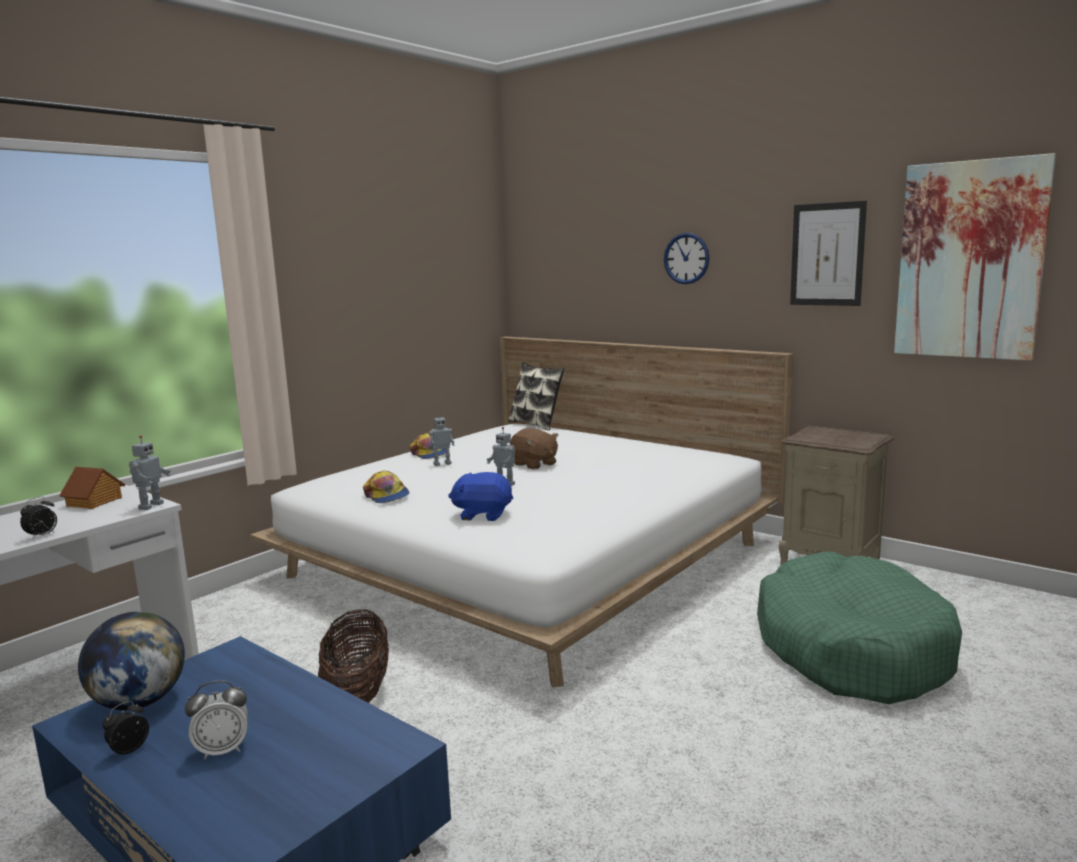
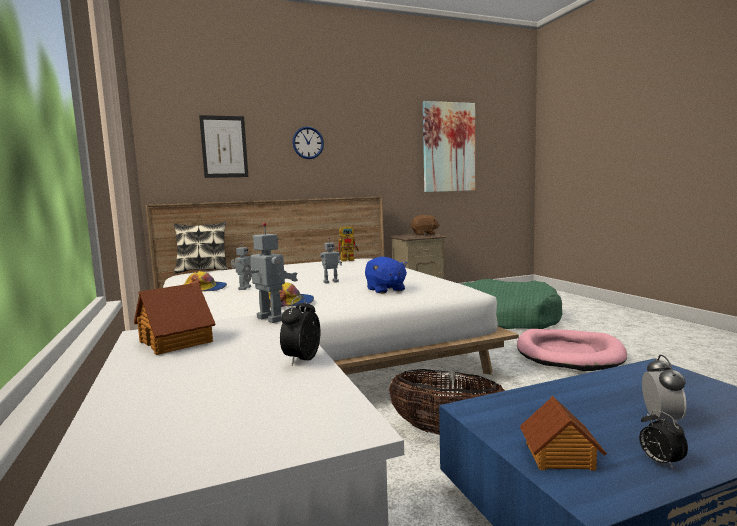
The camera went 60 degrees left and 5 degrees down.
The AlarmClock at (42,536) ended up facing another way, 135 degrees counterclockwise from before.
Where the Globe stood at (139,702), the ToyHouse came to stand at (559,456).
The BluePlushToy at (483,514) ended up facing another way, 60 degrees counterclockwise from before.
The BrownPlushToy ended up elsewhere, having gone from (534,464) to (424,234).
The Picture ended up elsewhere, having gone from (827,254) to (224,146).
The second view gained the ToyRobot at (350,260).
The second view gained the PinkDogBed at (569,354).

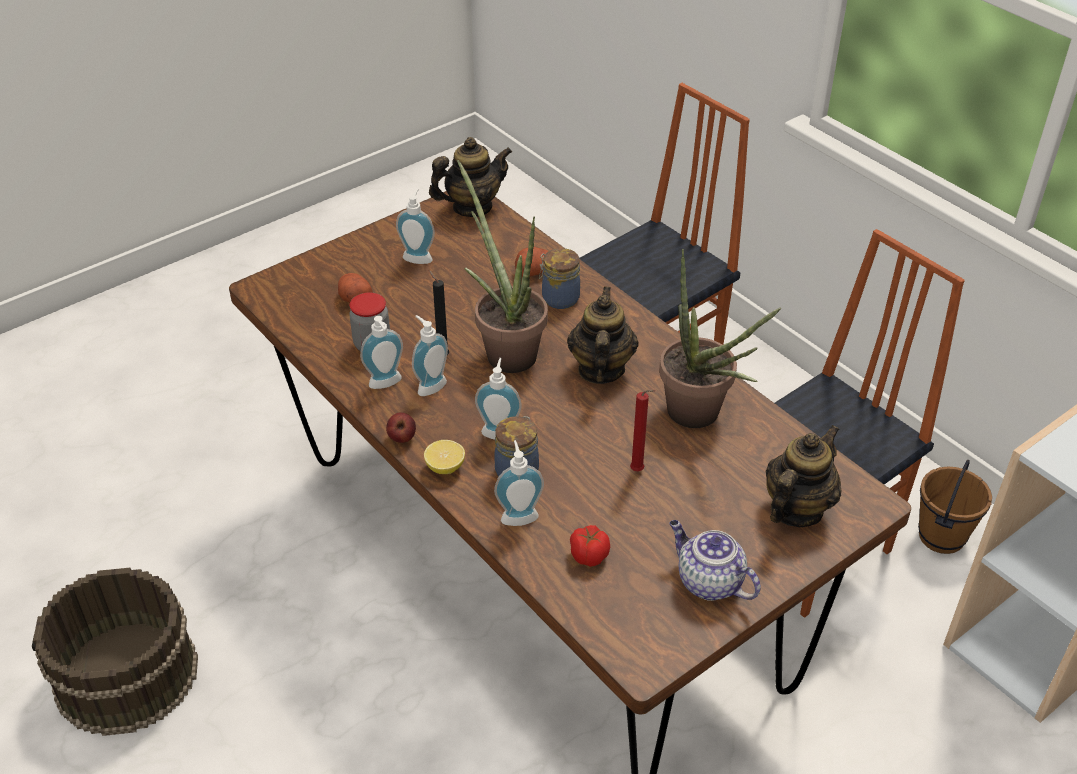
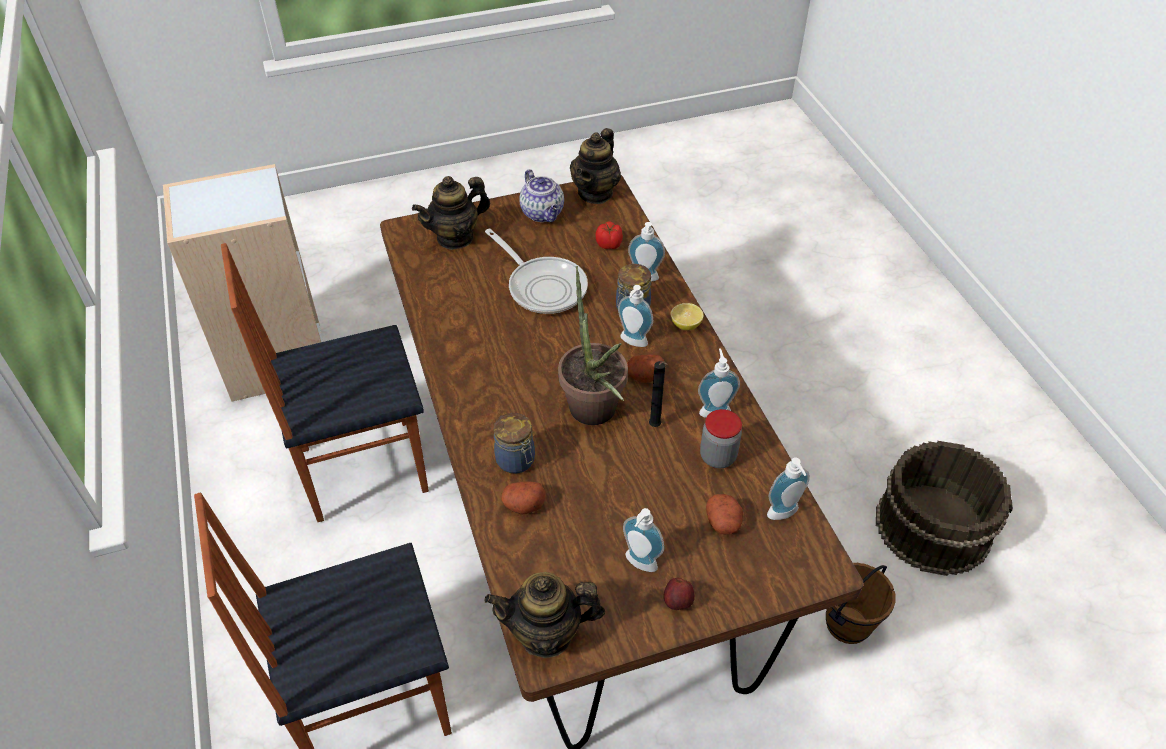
The camera went 160 degrees left and 5 degrees up.
The Apple ended up elsewhere, having gone from (402,438) to (678,602).
The SoapDispenser ended up elsewhere, having gone from (429,385) to (784,515).
The Teapot ended up elsewhere, having gone from (600,369) to (595,193).
Where the RedCandle stood at (639,471), the FryingPan came to stand at (543,286).
The second view lost the PottedPlant at (700,418).
The BrownBucket ended up elsewhere, having gone from (940,536) to (848,625).
The second view gained the Potato at (644,376).

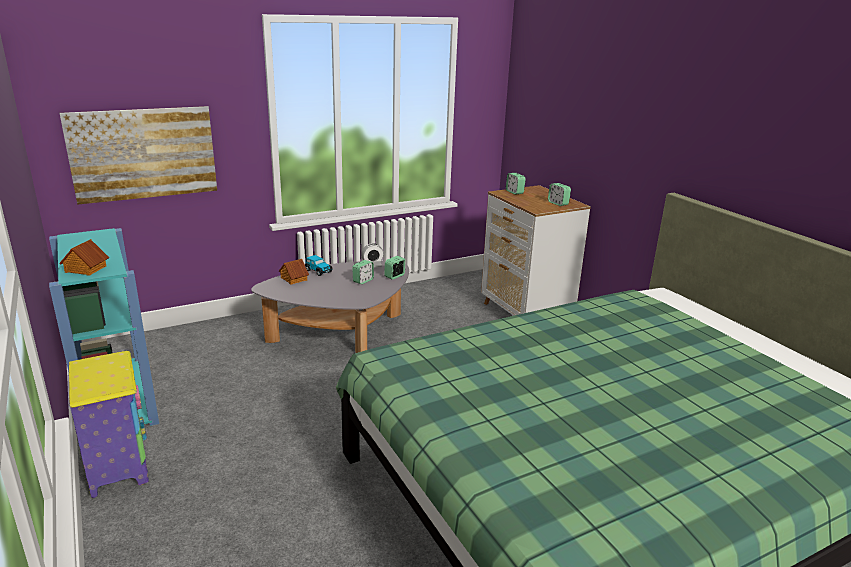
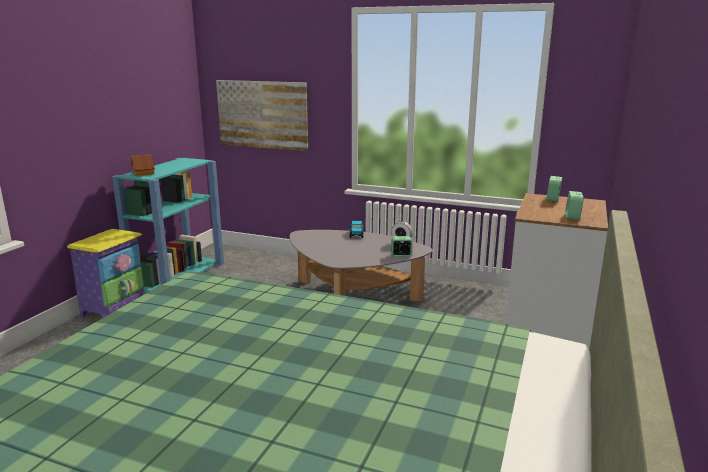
The camera went 50 degrees right and 5 degrees down.
The second view lost the ToyHouse at (293,279).
The second view lost the AlarmClock at (363,281).

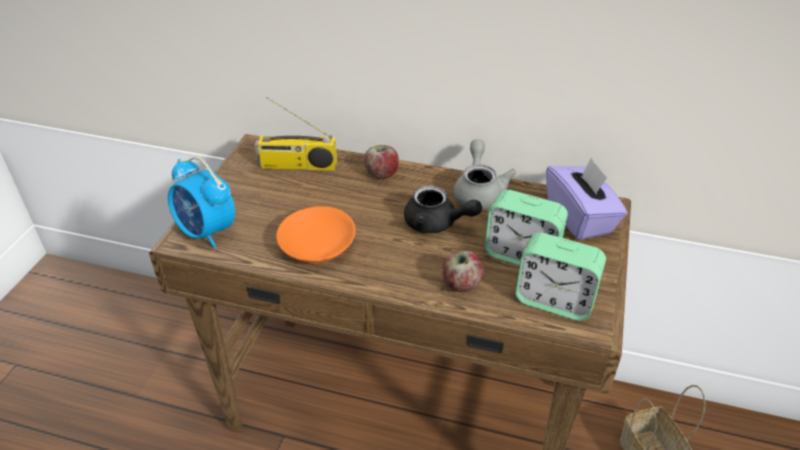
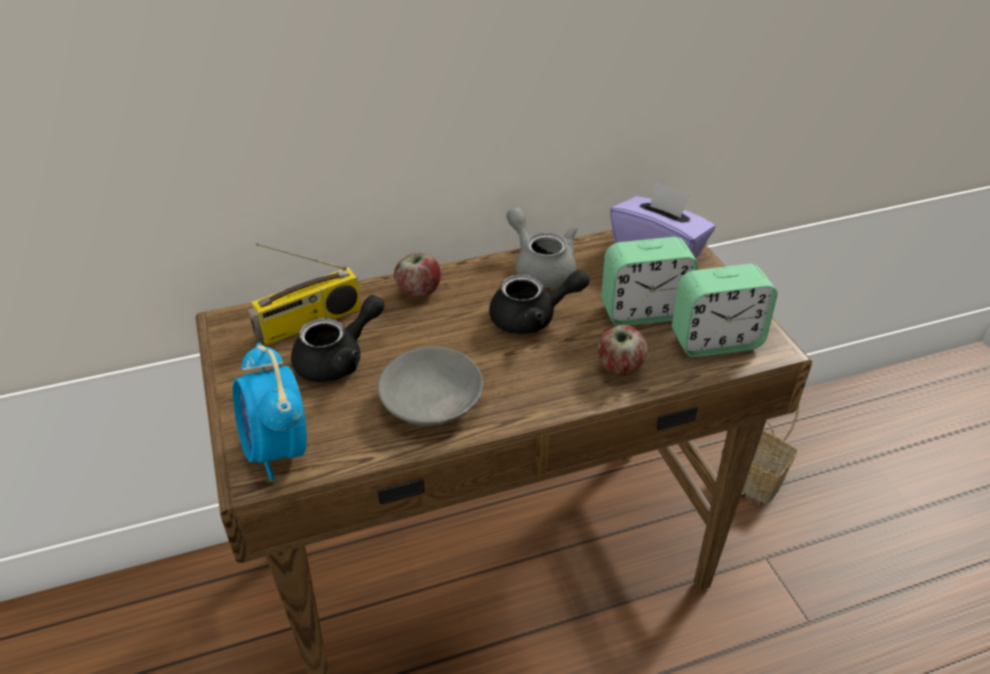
The camera went 35 degrees left and 0 degrees up.
The AlarmClock at (207,232) ended up facing another way, 60 degrees clockwise from before.
What was the OrangeBowl at (316,247) turned into the GreyBowl at (432,403).
The second view gained the BlackTeapot at (339,359).

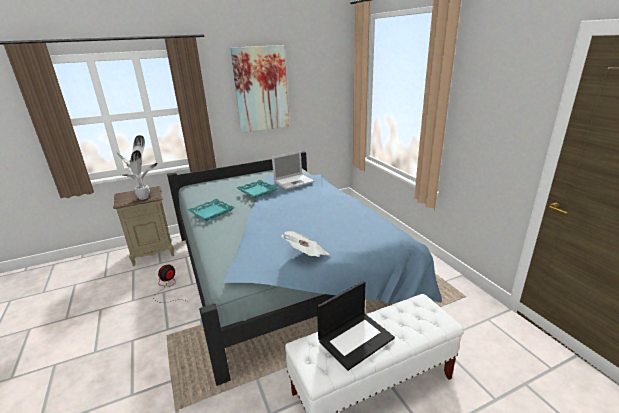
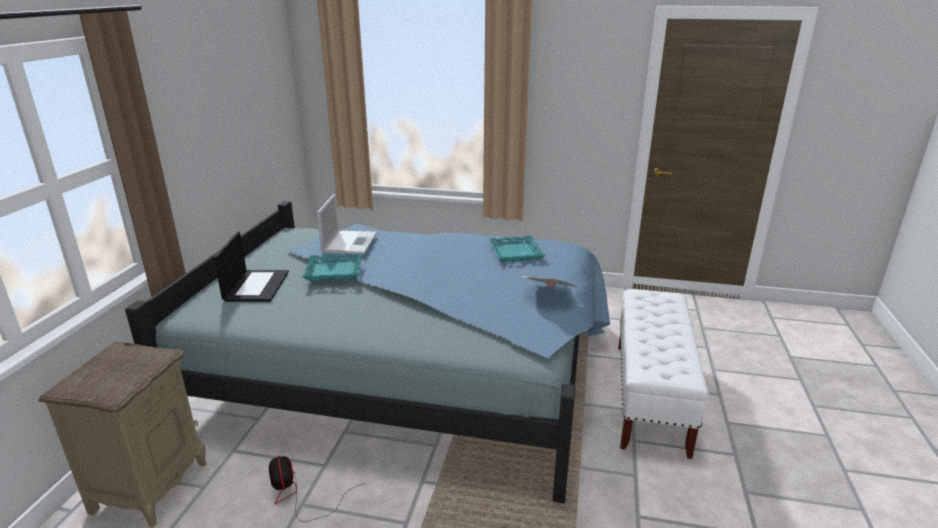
The camera went 55 degrees left and 0 degrees up.
The second view lost the PottedPlant at (144,197).
The TurquoiseTray ended up elsewhere, having gone from (211,212) to (516,253).
The second view lost the Picture at (261,89).
The Laptop ended up elsewhere, having gone from (356,339) to (256,285).

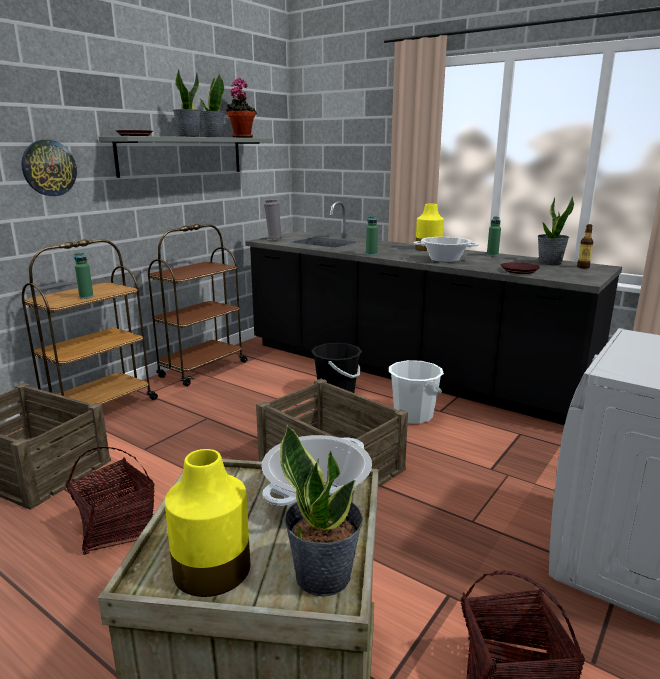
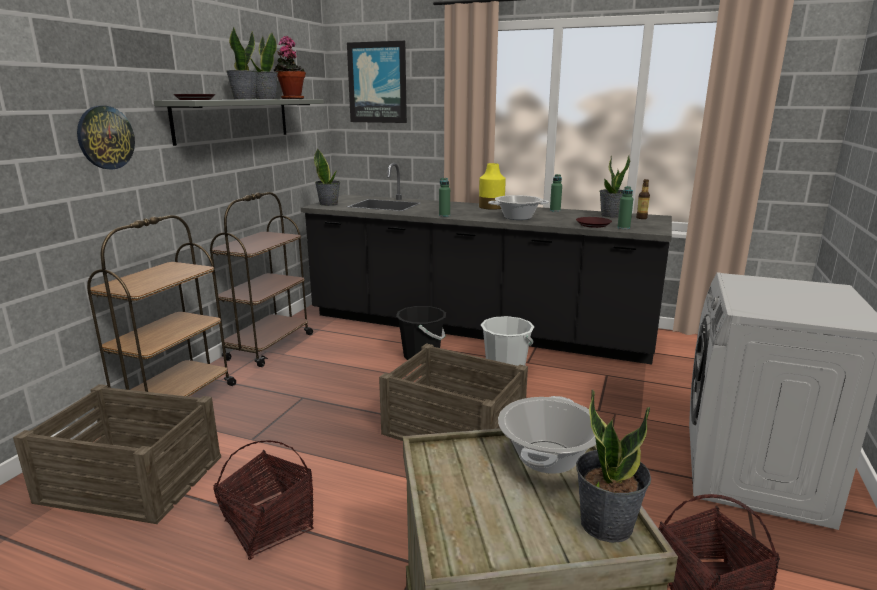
The camera went 15 degrees left and 0 degrees up.
The GreenBottle ended up elsewhere, having gone from (86,297) to (623,228).
The second view lost the YellowVase at (211,567).
Where the GreyVase stood at (273,239), the PottedPlant came to stand at (329,204).
The second view gained the Picture at (377,83).

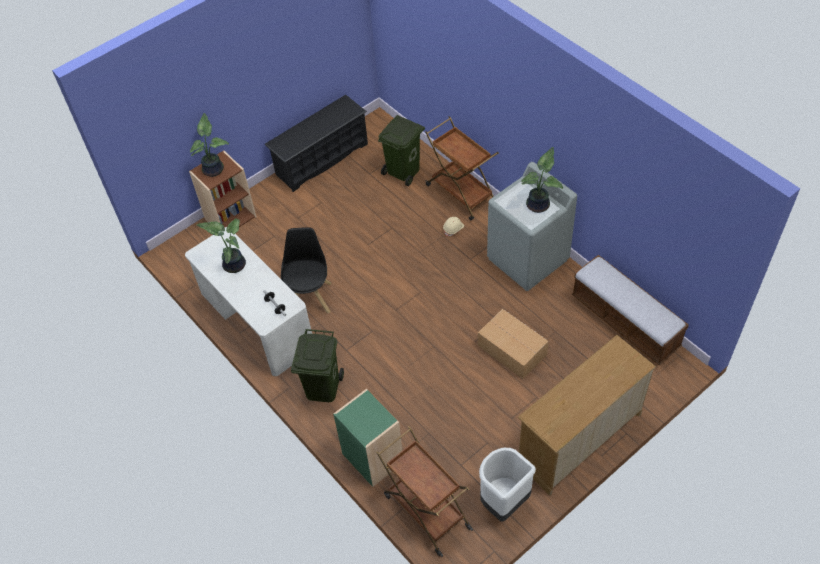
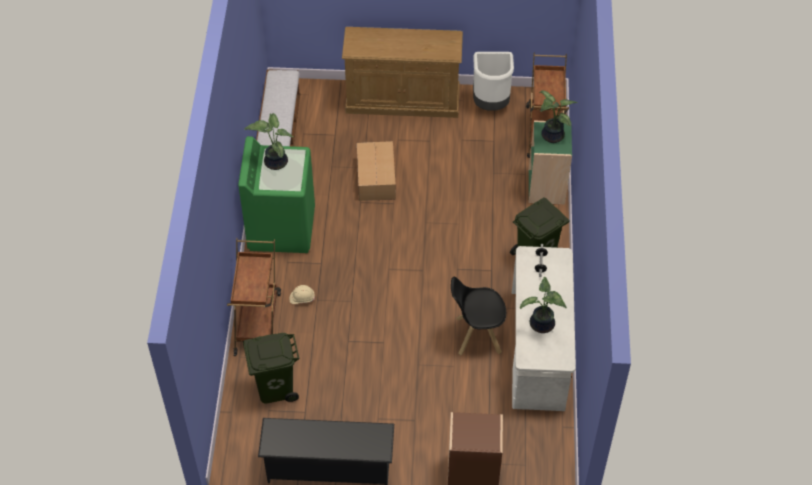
The camera went 140 degrees left and 0 degrees up.
The PottedPlant ended up elsewhere, having gone from (214,169) to (551,136).
The BlackChair at (310,296) ended up facing another way, 45 degrees clockwise from before.
What was the GreyWashingMachine at (528,259) turned into the GreenWashingMachine at (281,228).

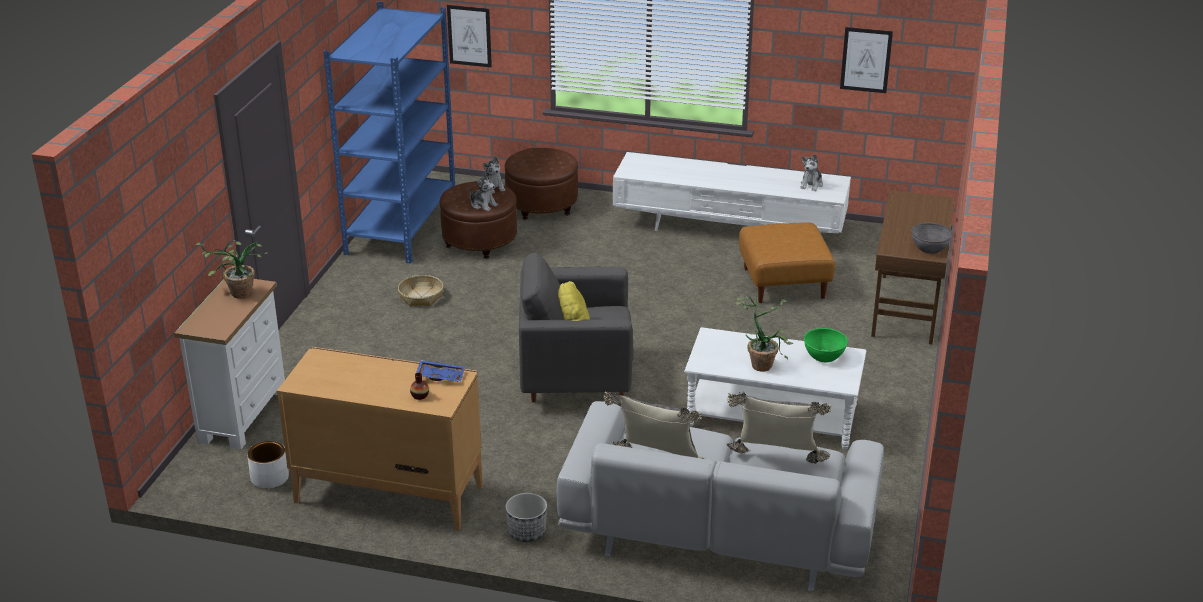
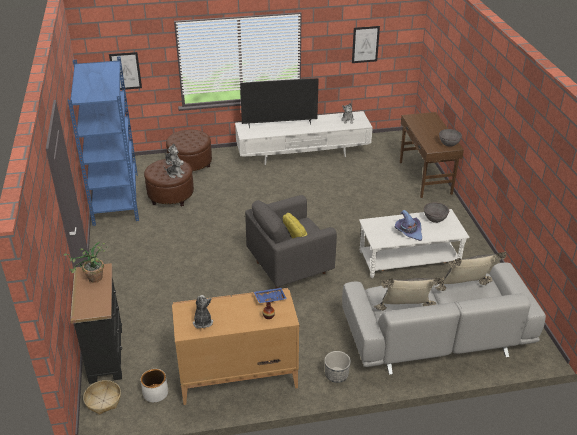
The camera went 25 degrees left and 5 degrees up.
What was the WhiteDresser at (244,415) turned into the BlackDresser at (106,354).
The Basket ended up elsewhere, having gone from (421,297) to (103,401).
Where the PottedPlant stood at (763,363), the PurpleHat came to stand at (408,231).
The second view lost the BrownOttoman at (784,283).
What was the GreenBowl at (824,356) turned into the GreyBowl at (435,218).
The second view gained the PlushToy at (202,322).
The second view gained the Television at (279,124).

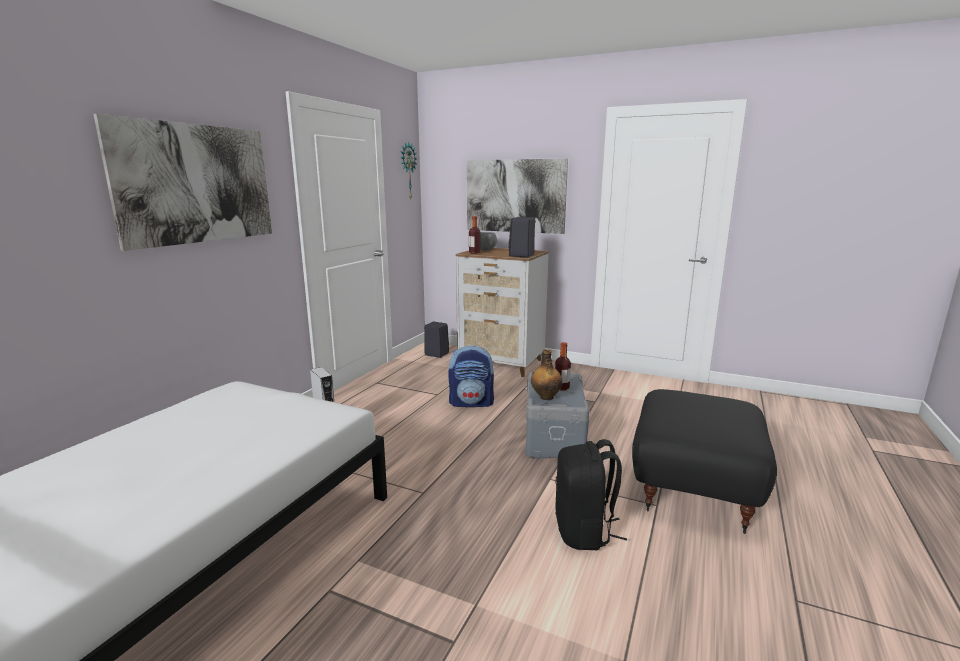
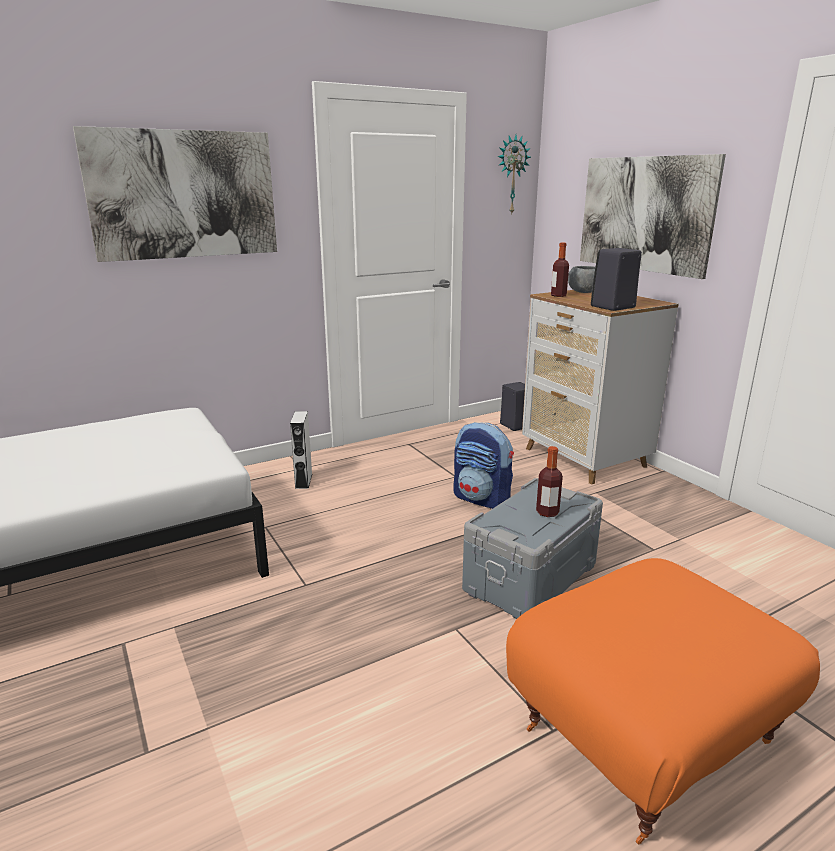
The camera went 35 degrees right and 5 degrees up.
The second view lost the Bottle at (546,397).
The second view lost the BlackBackpack at (584,531).
What was the BlackOttoman at (692,487) turned into the OrangeOttoman at (643,733).

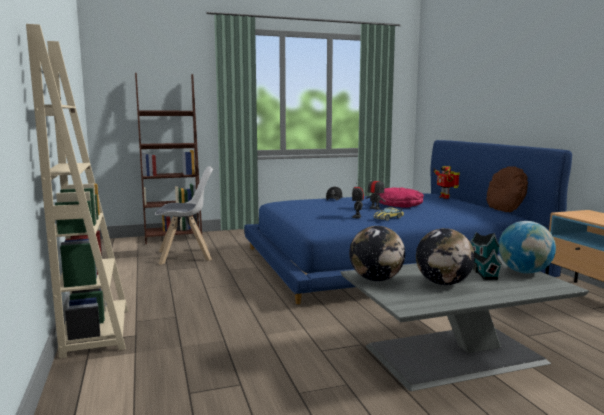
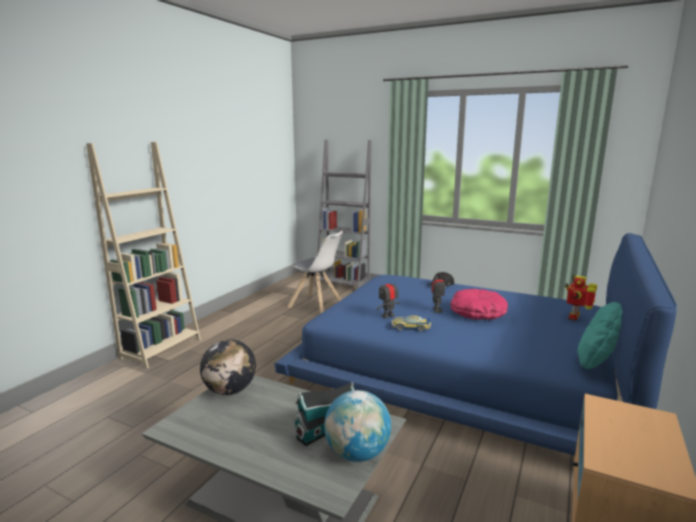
The camera went 45 degrees right and 5 degrees up.
What was the BrownBookcase at (173,238) turned into the GreyBookcase at (342,284).
The second view lost the Globe at (443,283).
What was the BrownPillow at (505,211) turned into the TurquoisePillow at (596,364).

